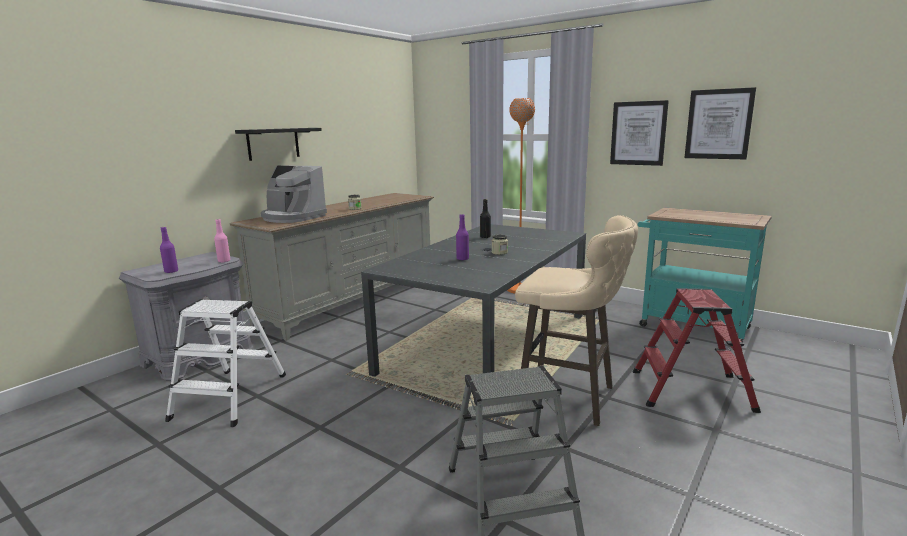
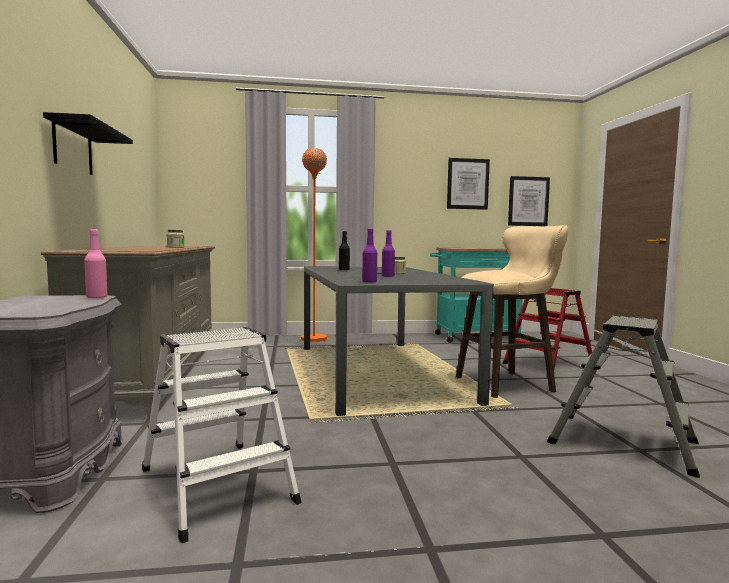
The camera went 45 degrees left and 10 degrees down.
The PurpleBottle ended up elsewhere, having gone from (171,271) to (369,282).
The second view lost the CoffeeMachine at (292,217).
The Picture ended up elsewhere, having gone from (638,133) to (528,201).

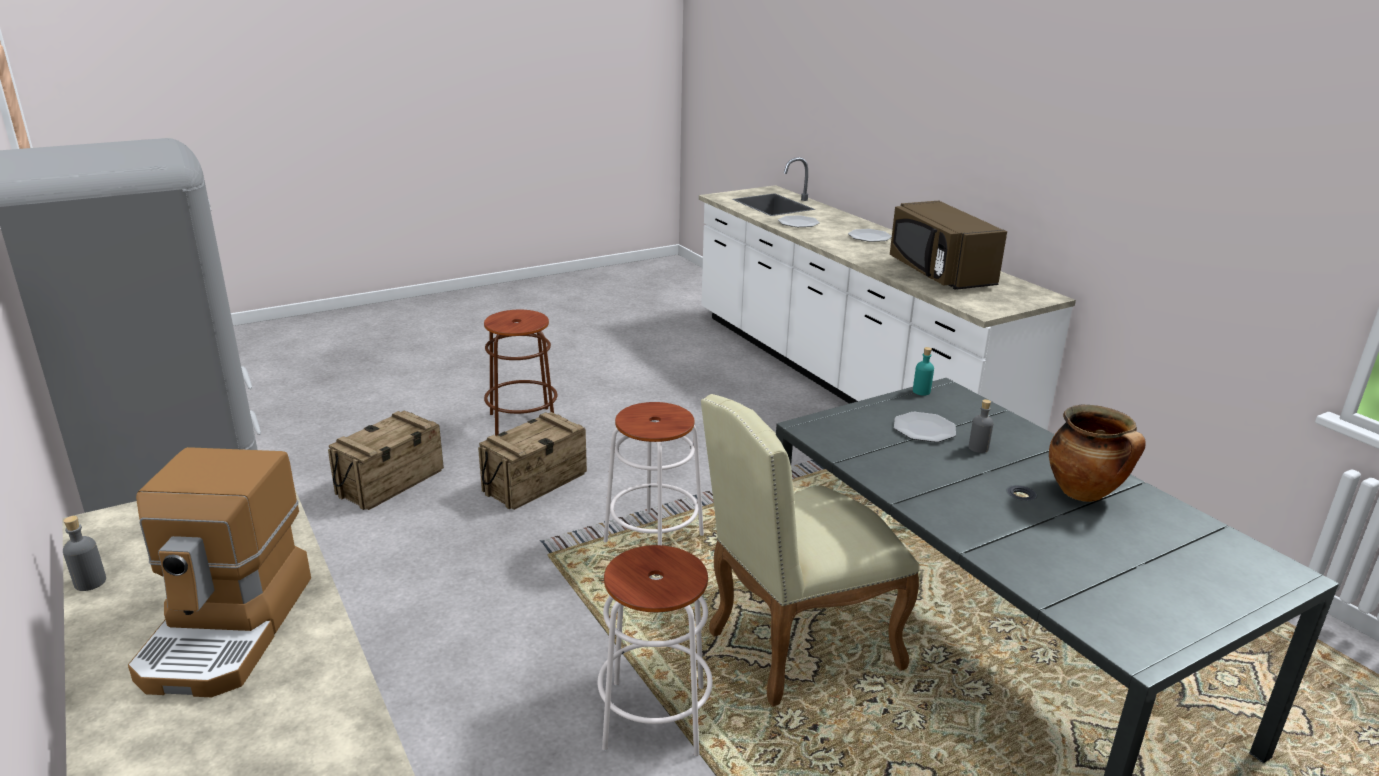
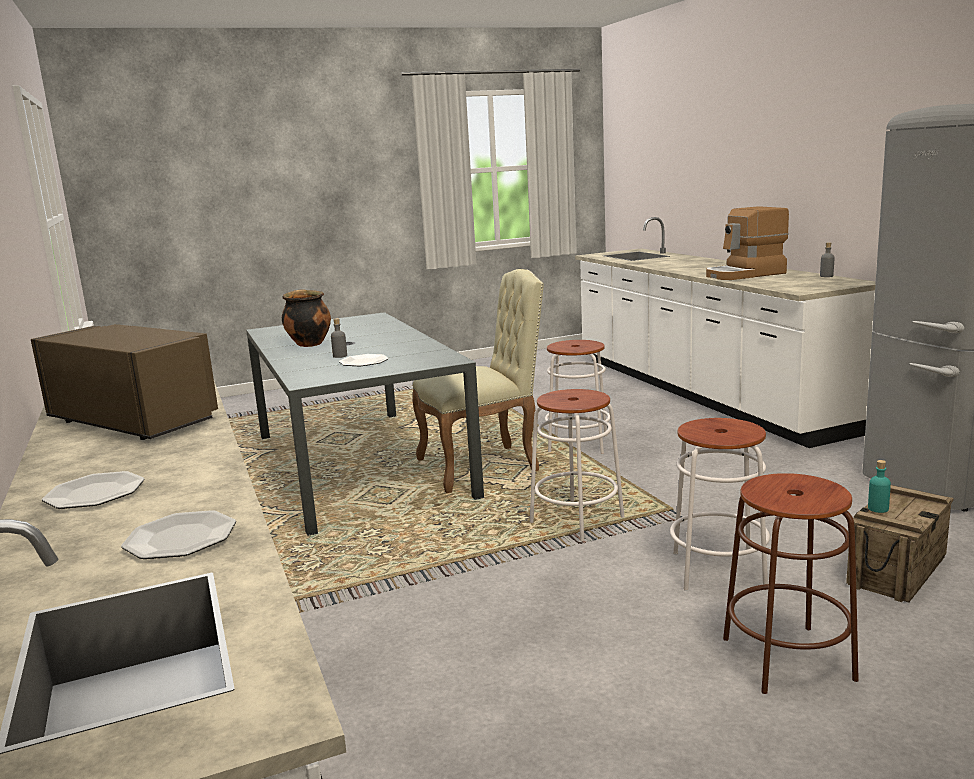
The camera went 170 degrees left and 10 degrees down.
The CoffeeMachine at (229,629) ended up facing another way, 120 degrees counterclockwise from before.
Where the Crate stood at (535,482), the WhiteStool came to stand at (718,570).
The BrownMicrowave at (939,273) ended up facing another way, 45 degrees counterclockwise from before.
The TurquoiseBottle ended up elsewhere, having gone from (921,391) to (878,509).

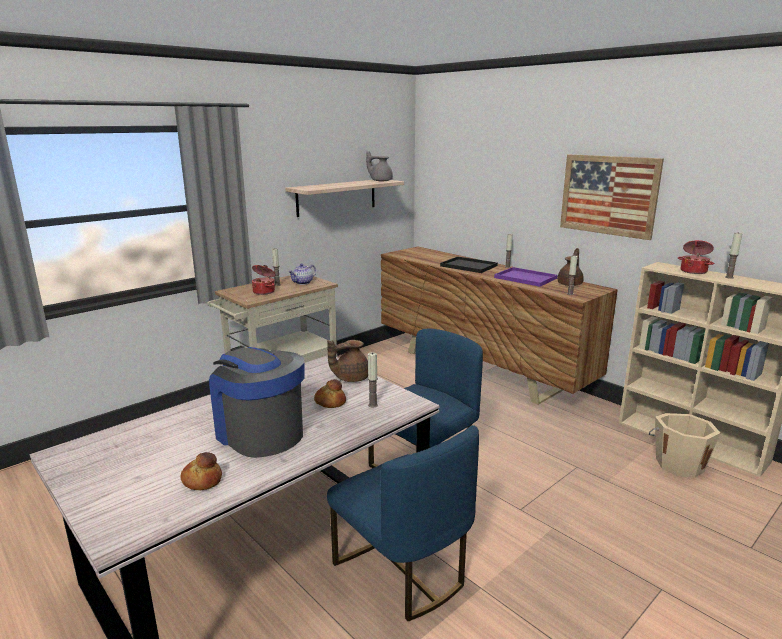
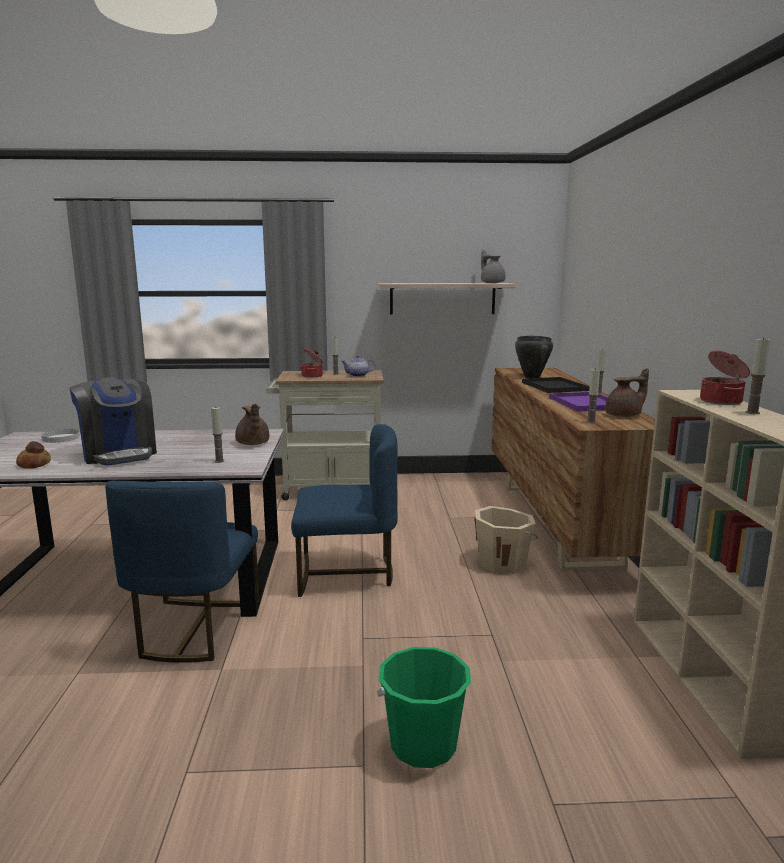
The camera went 40 degrees right and 5 degrees down.
The CoffeeMachine at (259,433) ended up facing another way, 150 degrees clockwise from before.
The second view lost the Bread at (330,402).
The BrownTeapot at (350,378) ended up facing another way, 120 degrees counterclockwise from before.
The second view lost the Picture at (608,195).
The BeigeBucket ended up elsewhere, having gone from (679,464) to (503,562).
The second view gained the WhitePlate at (61,438).
The second view gained the GreenBucket at (423,745).
The second view gained the BlackCookingPot at (531,377).

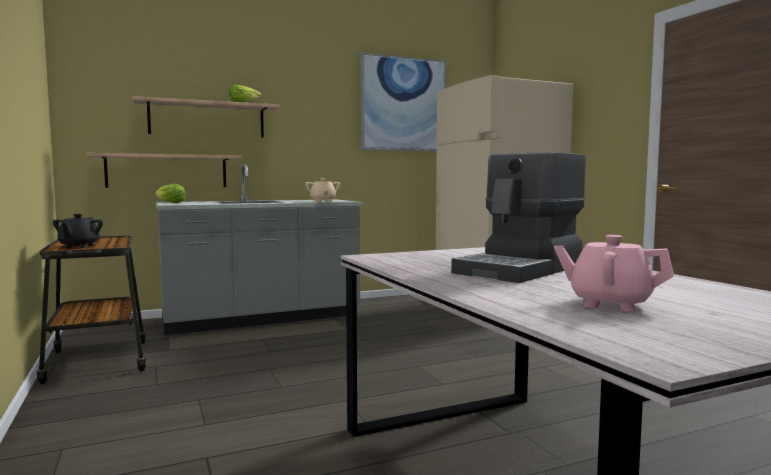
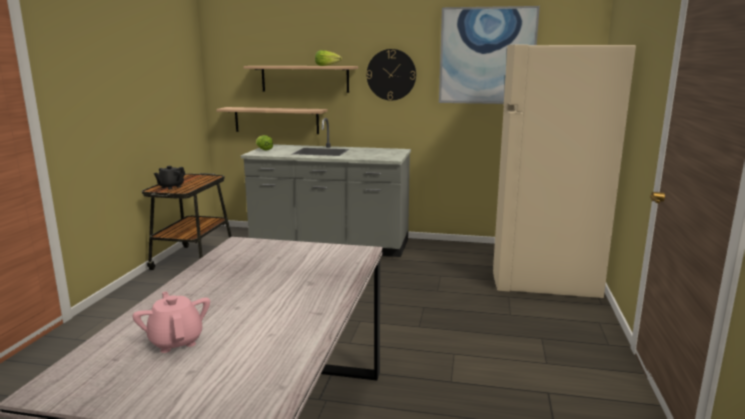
The camera went 35 degrees right and 10 degrees up.
The second view lost the BeigeTeapot at (323,201).
The second view lost the CoffeeMachine at (521,269).
The second view gained the WallClock at (391,74).

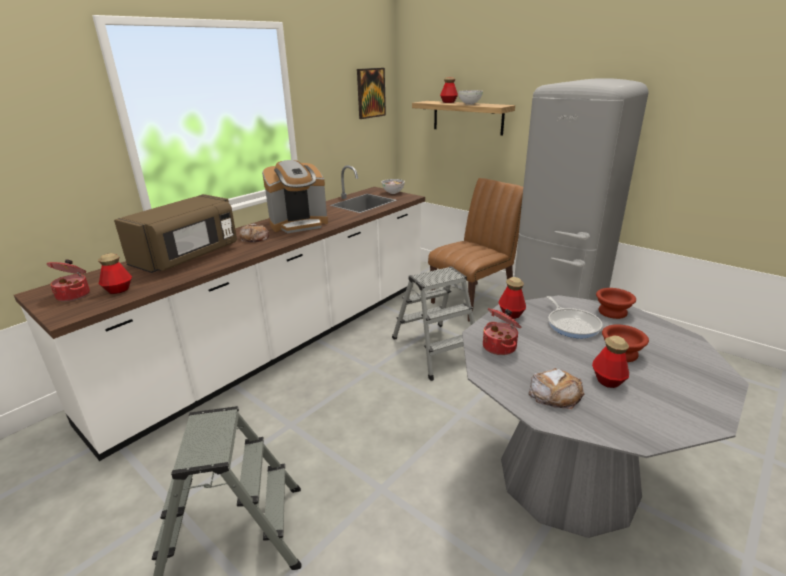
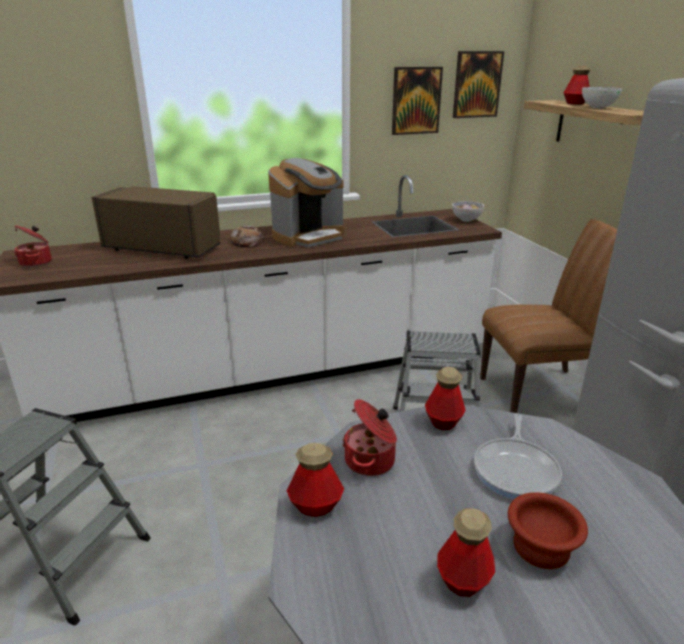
The camera went 30 degrees right and 0 degrees up.
The Bottle ended up elsewhere, having gone from (118,290) to (315,505).
The BrownMicrowave at (188,256) ended up facing another way, 135 degrees counterclockwise from before.
The CoffeeMachine at (299,224) ended up facing another way, 45 degrees counterclockwise from before.
The second view lost the Bread at (555,393).
The second view lost the BrownBowl at (612,312).
The second view gained the Picture at (416,100).

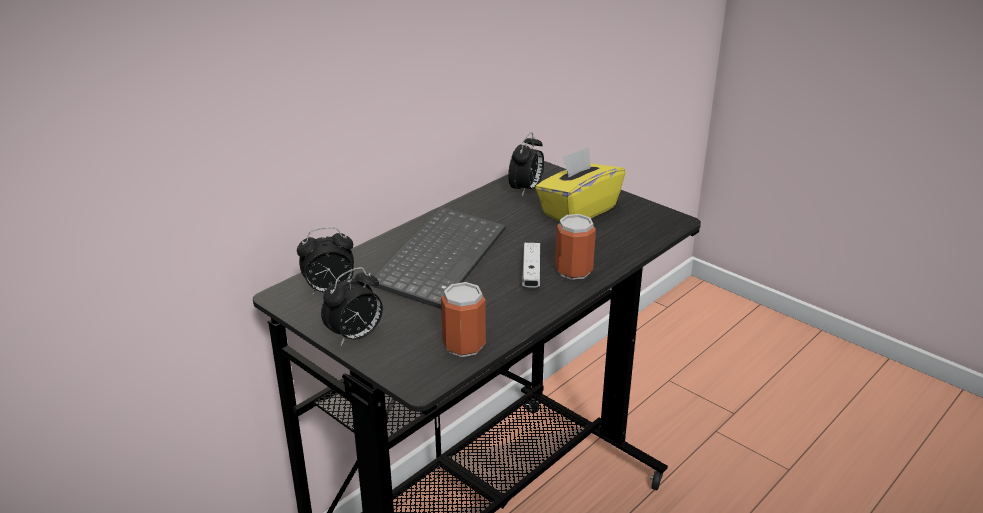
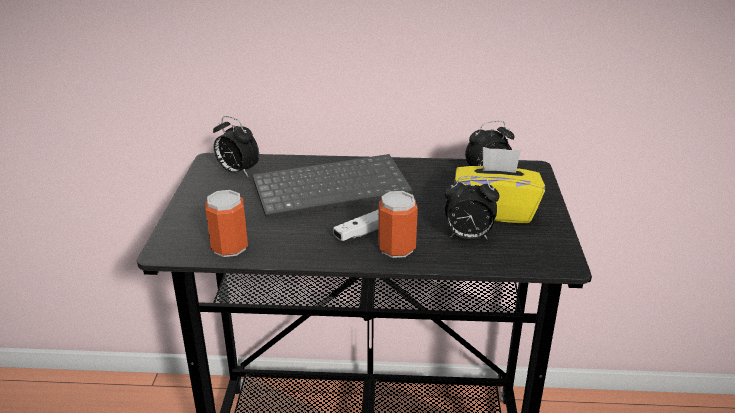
The camera went 50 degrees right and 0 degrees up.
The AlarmClock ended up elsewhere, having gone from (355,337) to (468,237).

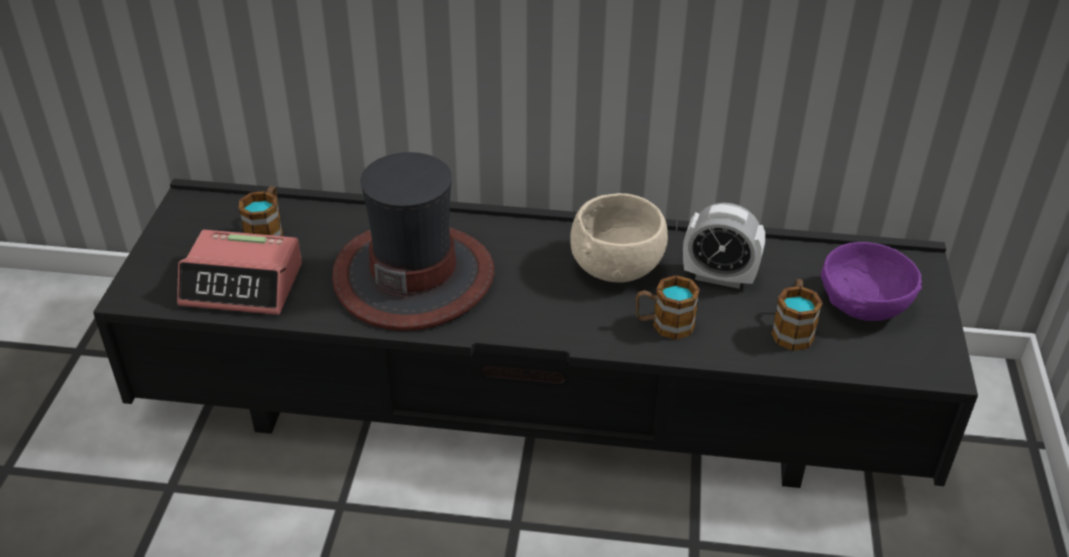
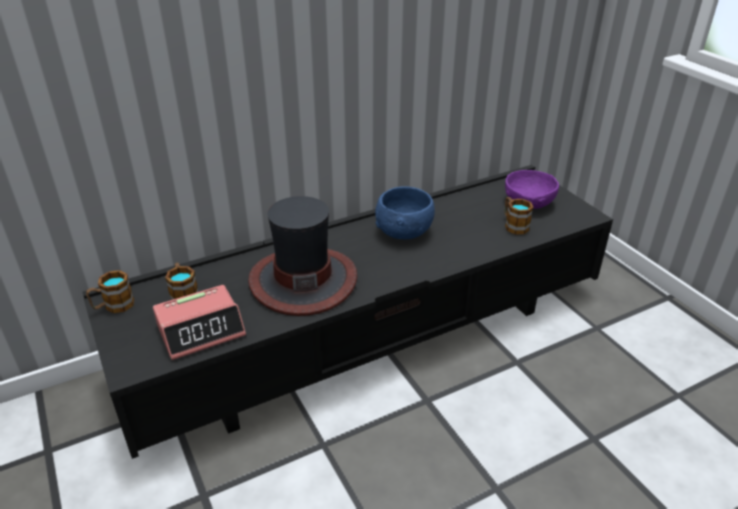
The camera went 35 degrees left and 5 degrees down.
What was the BeigeBowl at (617,267) turned into the BlueBowl at (404,232).
The Mug ended up elsewhere, having gone from (664,324) to (113,306).
The second view lost the AlarmClock at (719,277).

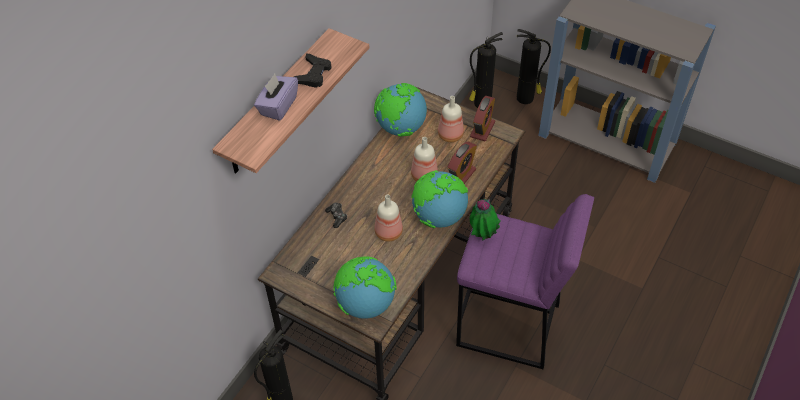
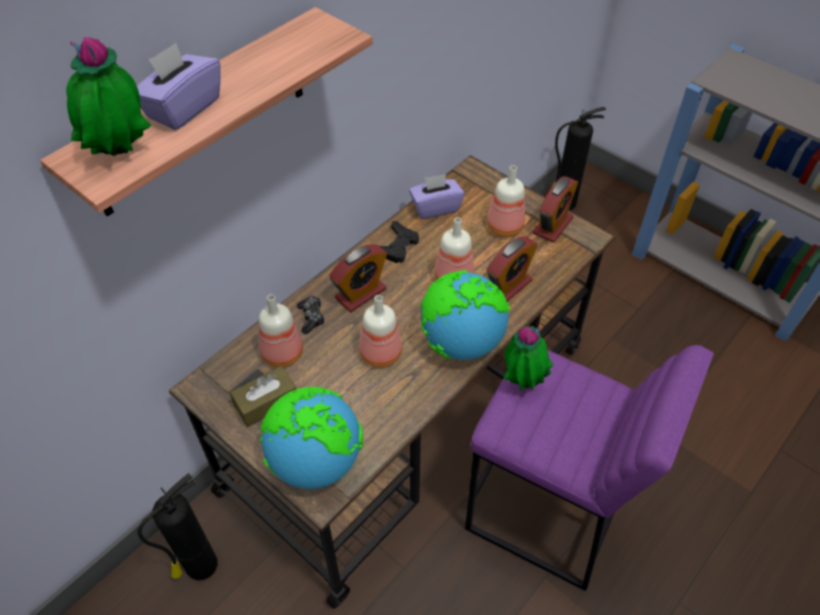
The camera went 10 degrees right and 0 degrees up.
The BlackGameController ended up elsewhere, having gone from (313,74) to (396,246).
Where the Globe stood at (400,128), the PurpleTissueBox came to stand at (435,207).
The second view lost the FireExtinguisher at (526,98).
The second view gained the PottedPlant at (122,156).
The second view gained the BrownTissueBox at (266,403).
The second view gained the Bottle at (282,354).
The second view gained the AlarmClock at (360,293).

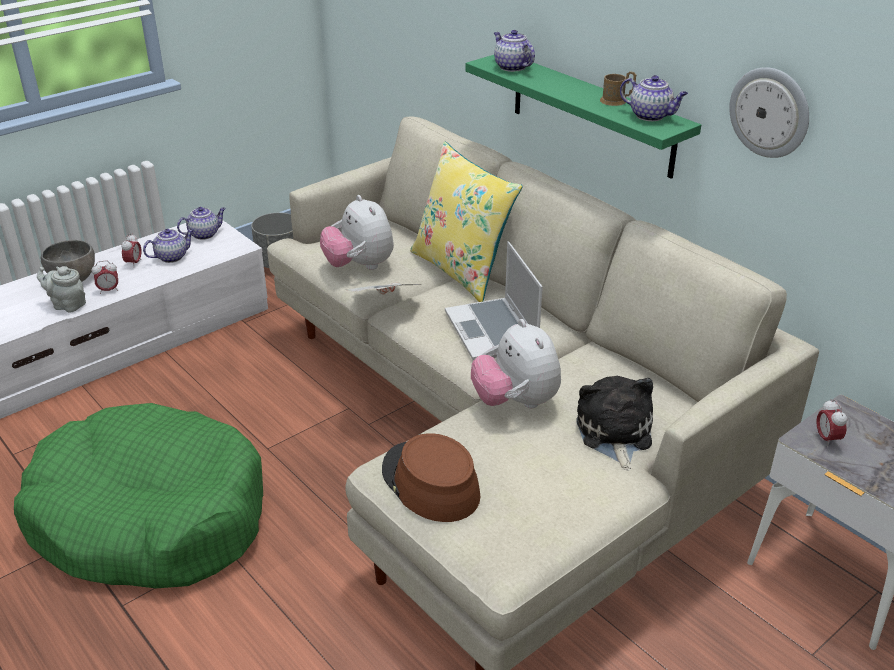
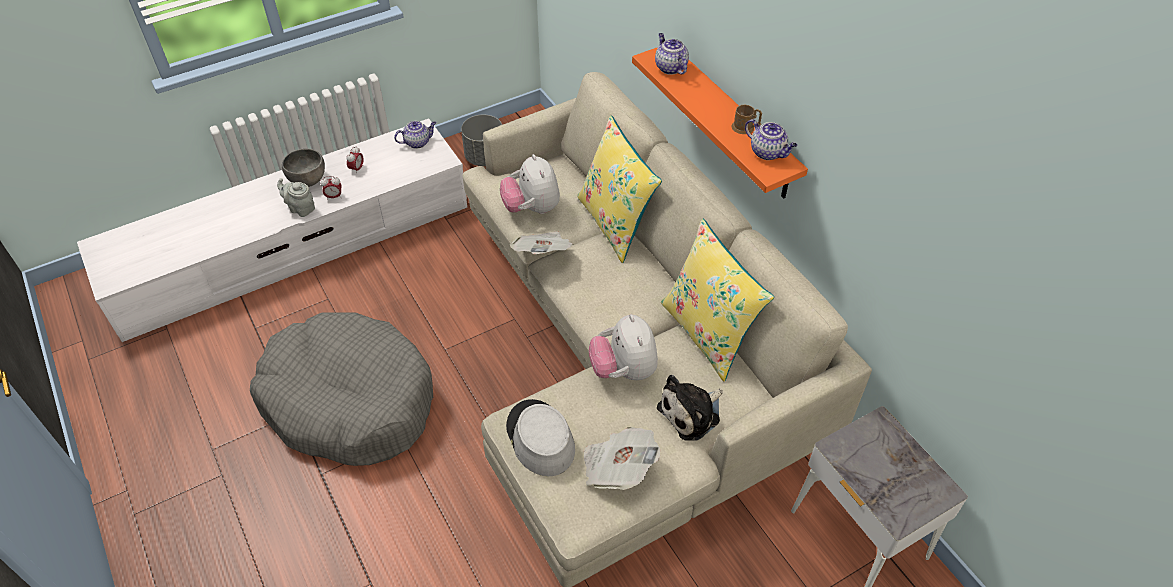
The camera went 10 degrees right and 15 degrees up.
What was the GreenDogBed at (150,517) turned into the GreyDogBed at (349,401).
The second view lost the Teapot at (172,257).
What was the BrownHat at (430,483) turned into the GreyHat at (540,438).
The second view lost the Laptop at (493,332).
What was the GreenShelf at (591,114) turned into the OrangeShelf at (731,122).
The PlushToy at (614,434) ended up facing another way, 135 degrees counterclockwise from before.
The second view lost the WallClock at (770,112).
The second view lost the AlarmClock at (826,439).
The second view gained the Newspaper at (618,468).
The second view gained the YellowPillow at (708,333).

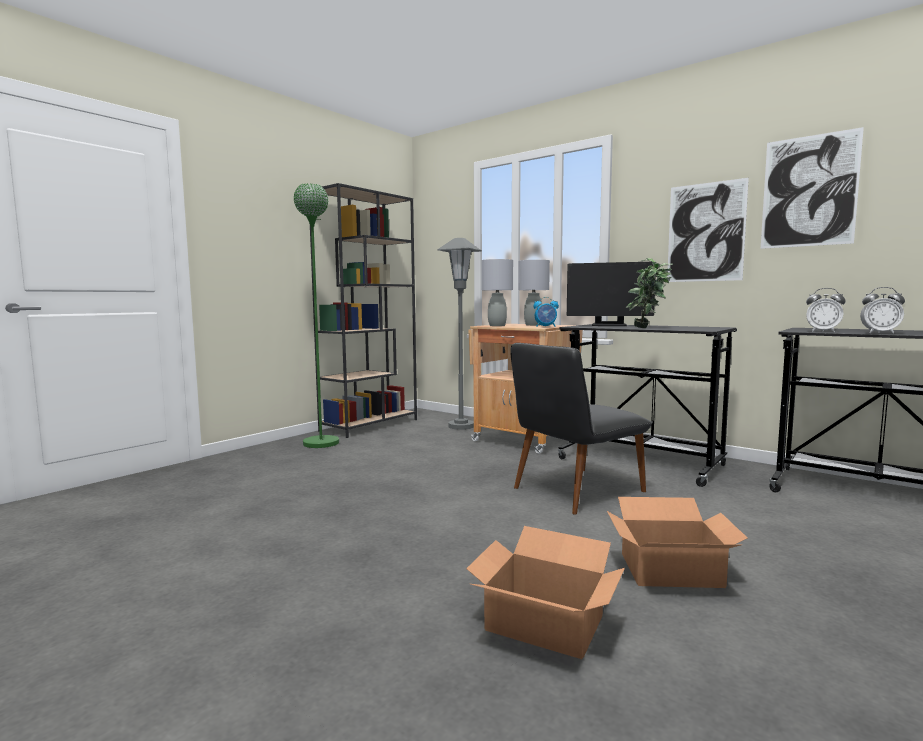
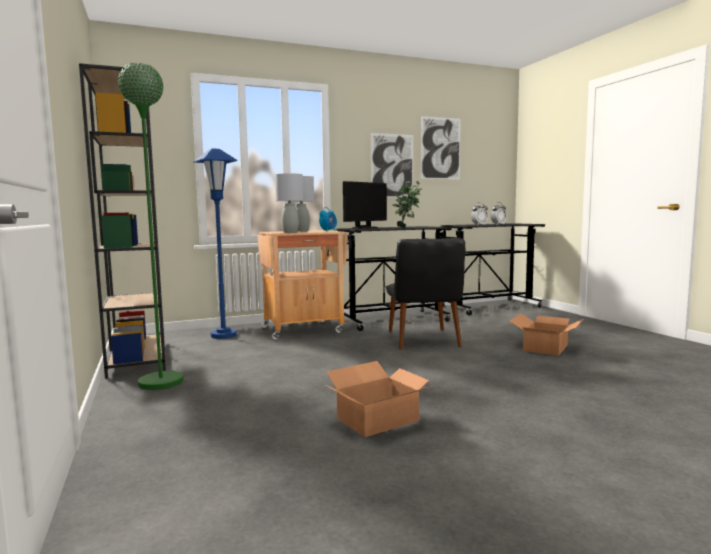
The camera went 60 degrees left and 0 degrees up.
What was the GreyFloorLamp at (461,426) turned into the BlueFloorLamp at (223,335).
The CardboardBox ended up elsewhere, having gone from (543,622) to (376,419).

